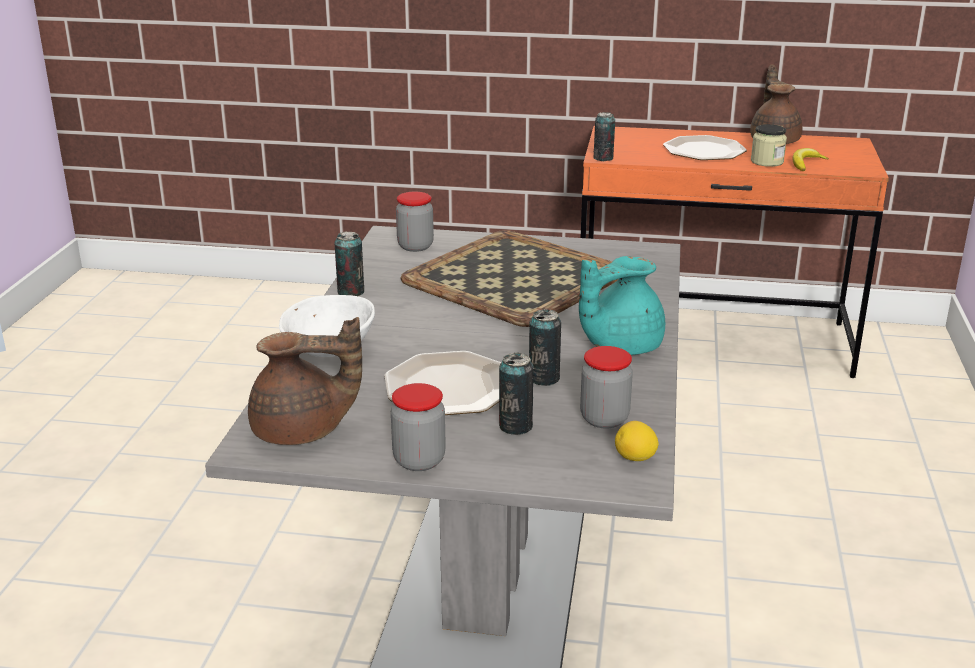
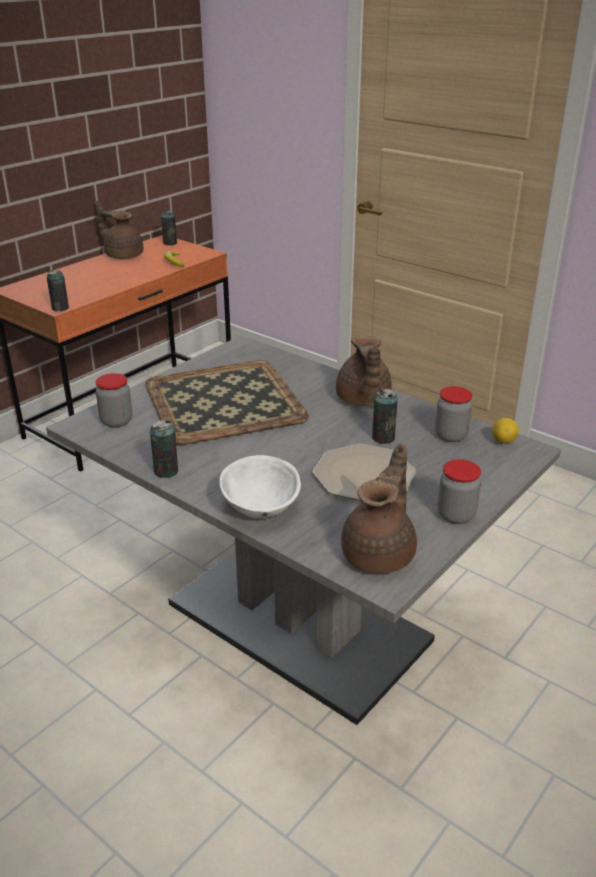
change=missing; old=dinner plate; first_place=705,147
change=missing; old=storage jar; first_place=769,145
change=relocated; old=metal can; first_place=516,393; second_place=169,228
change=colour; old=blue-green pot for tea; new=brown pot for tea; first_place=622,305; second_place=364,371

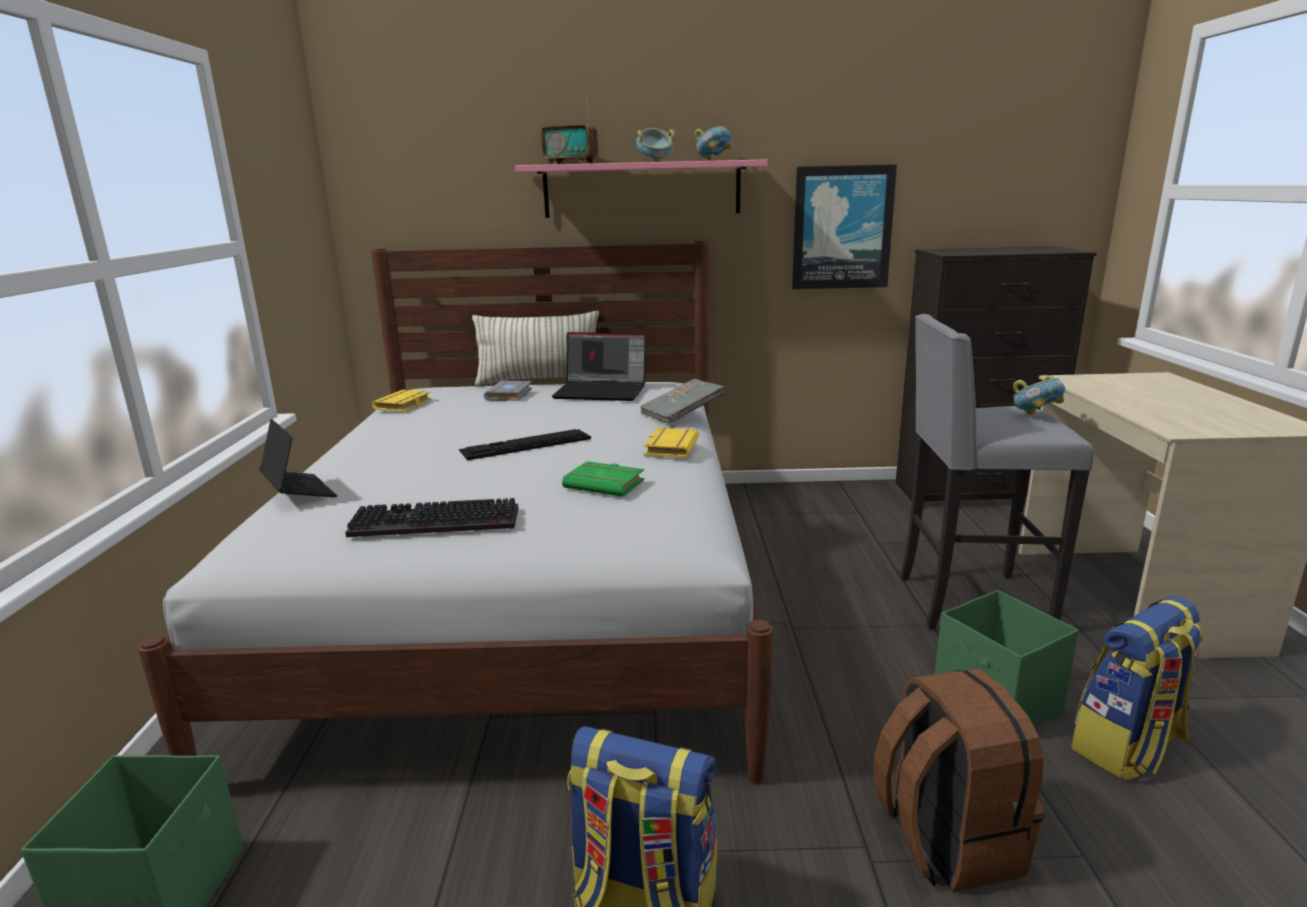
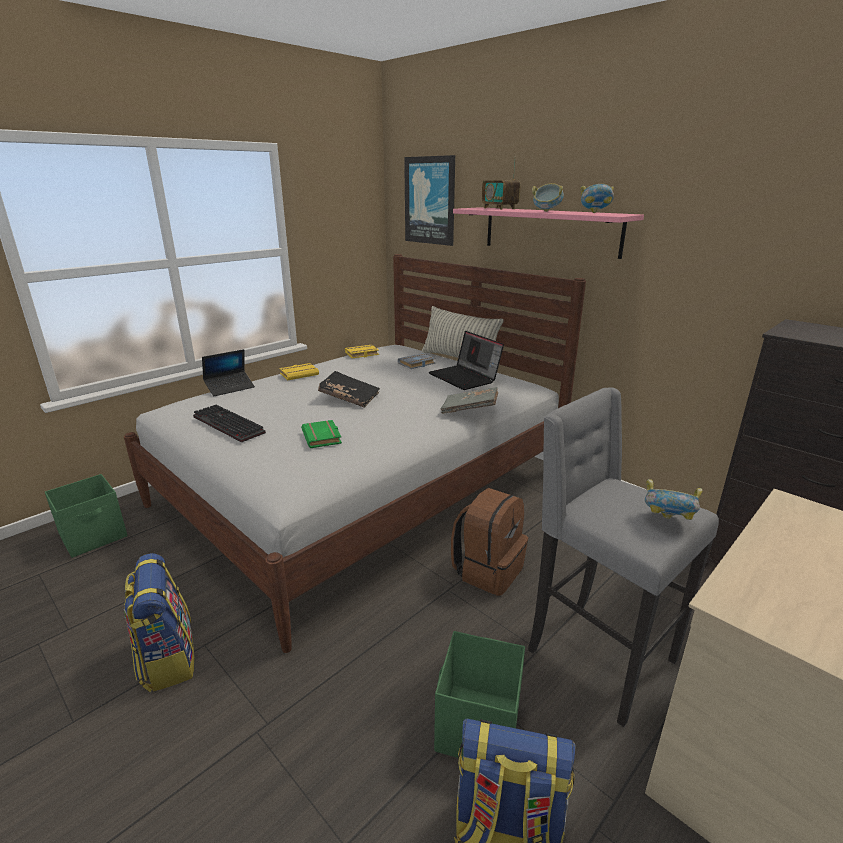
change=relocated; old=yellow book; first_place=671,443; second_place=299,371
change=relocated; old=wall art; first_place=844,226; second_place=429,200
change=relocated; old=brown rucksack; first_place=959,780; second_place=489,542
change=exchanged; old=PC keyboard; new=black-coloured book; first_place=525,444; second_place=349,389
change=spun; old=laptop; first_place=298,458; second_place=228,372; degrees=45

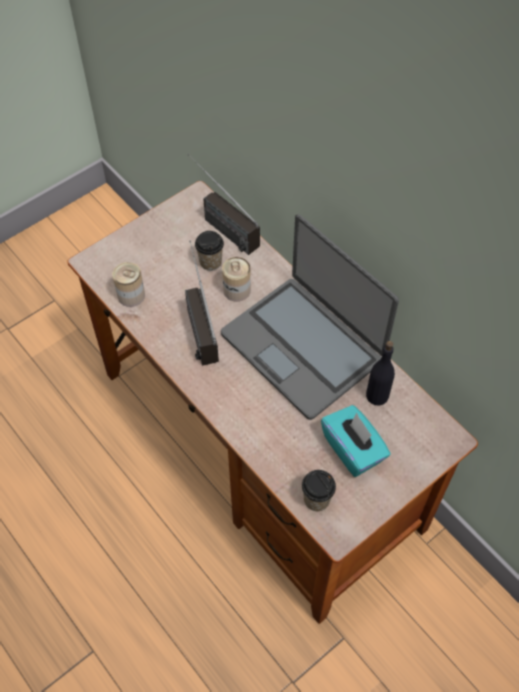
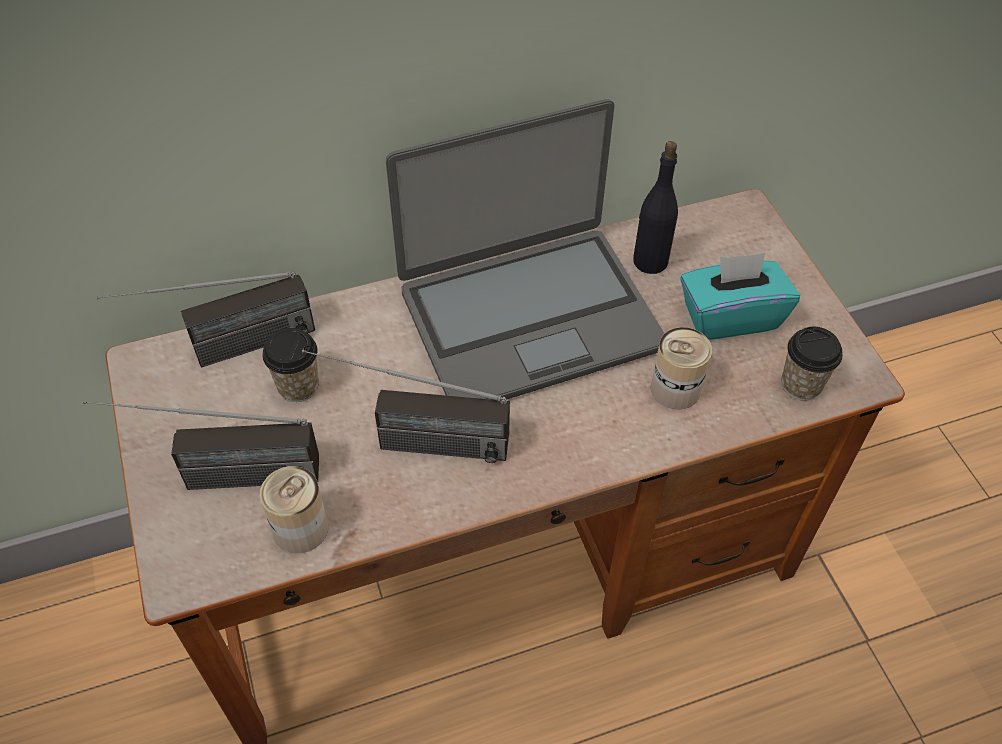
change=appeared; new=radio; second_place=201,445
change=relocated; old=metal can; first_place=236,279; second_place=681,368

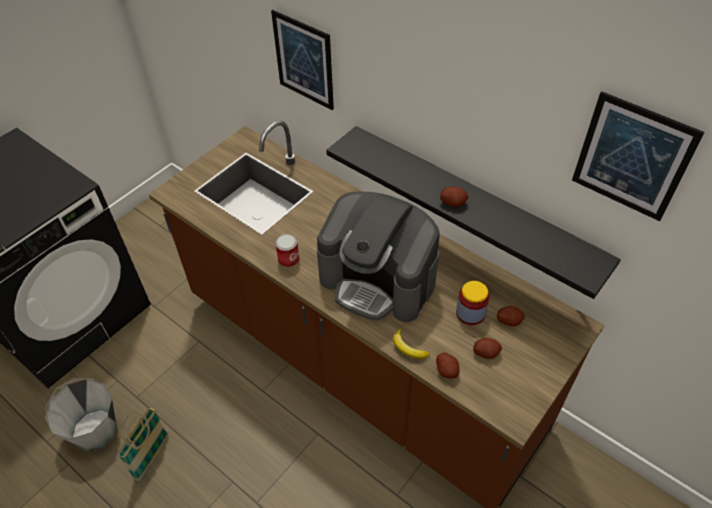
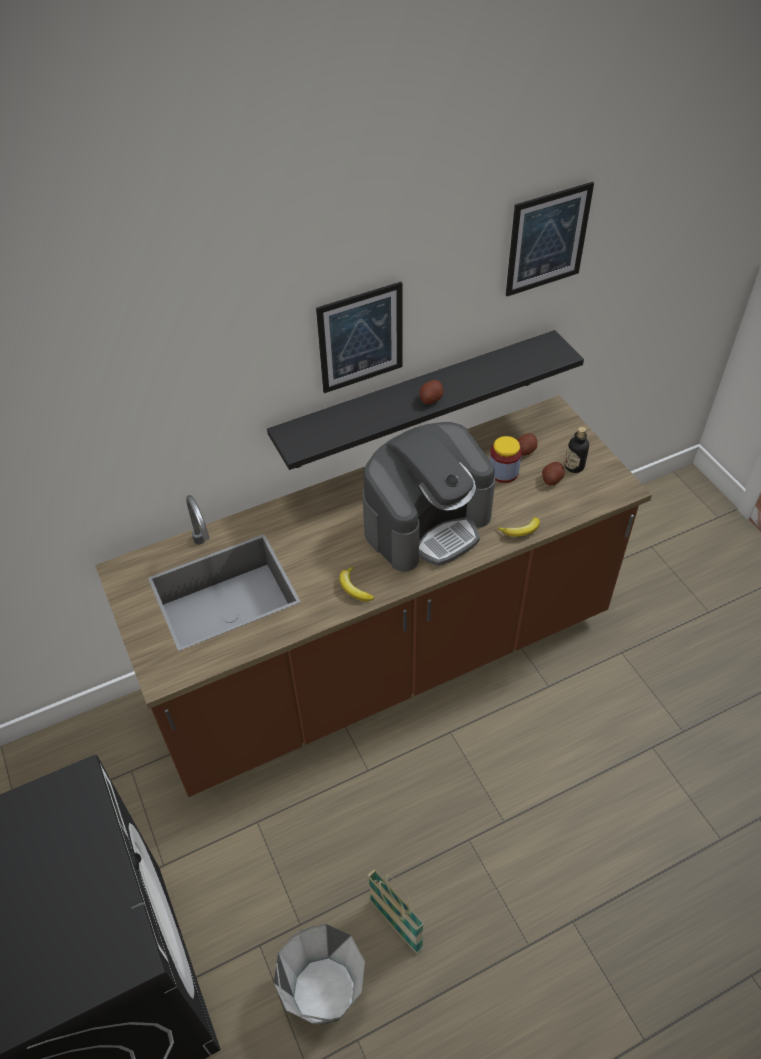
change=missing; old=potato; first_place=448,365
change=appeared; new=drink bottle; second_place=577,450
change=relocated; old=wall art; first_place=302,60; second_place=359,337
change=exchanged; old=metal can; new=whole banana; first_place=287,250; second_place=356,583

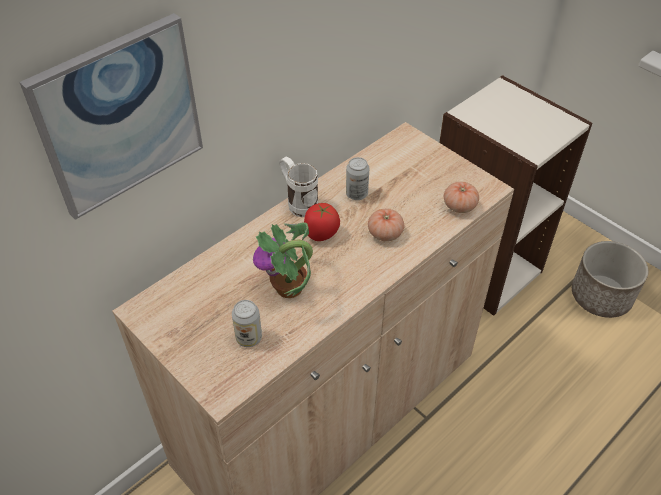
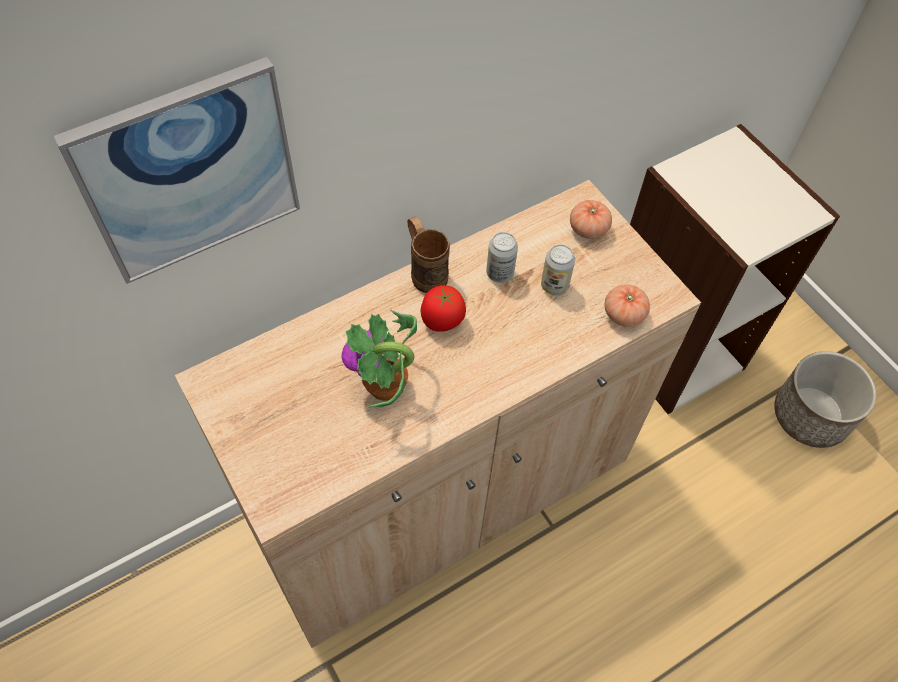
change=relocated; old=metal can; first_place=247,323; second_place=558,269
change=relocated; old=tomato; first_place=386,225; second_place=591,219
change=colour; old=whitish tea mug; new=brown tea mug; first_place=298,187; second_place=428,254

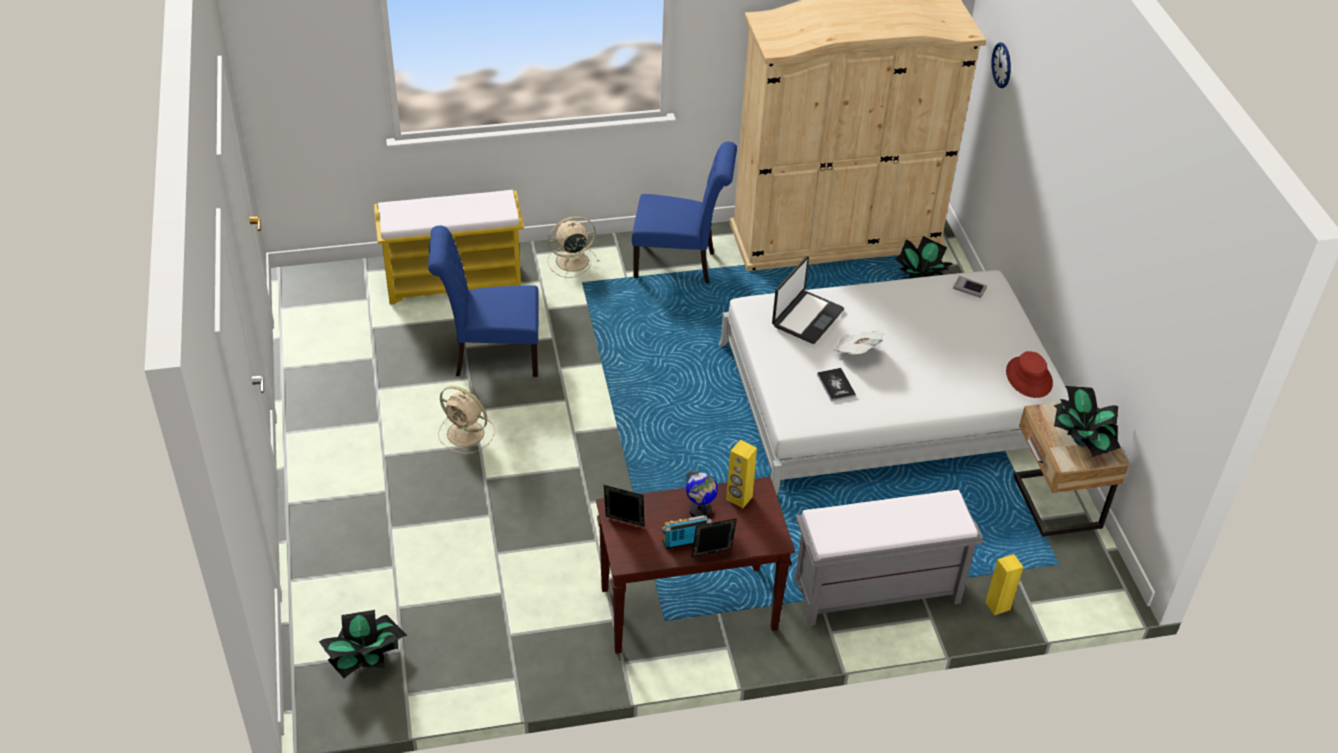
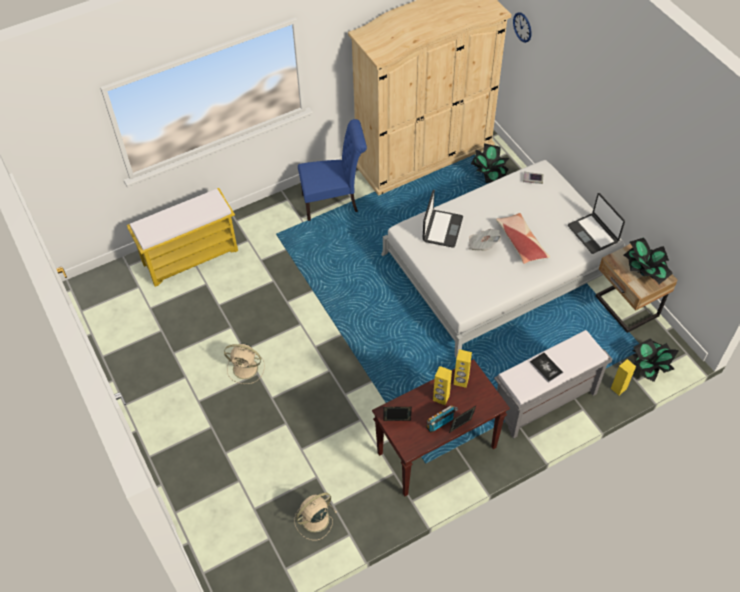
change=missing; old=blue-coloured chair; first_place=483,301
change=appeared; new=cushion; second_place=523,238
change=relocated; old=plant in a pot; first_place=363,644; second_place=655,360
change=relocated; old=beige-coloured electric fan; first_place=573,247; second_place=315,516
change=relocated; old=book; first_place=836,385; second_place=546,367
change=exchanged; old=desk globe; new=yellow loudspeaker; first_place=702,494; second_place=442,385
change=exchanged; old=red wearable hat; new=laptop; first_place=1029,374; second_place=596,223

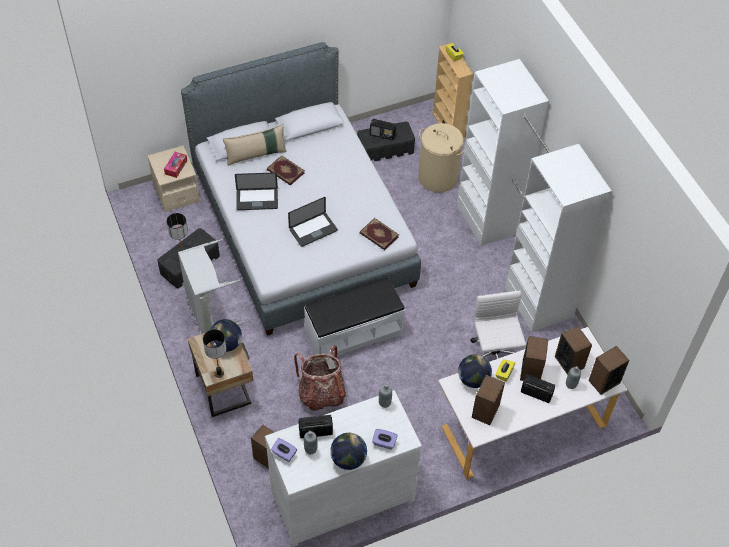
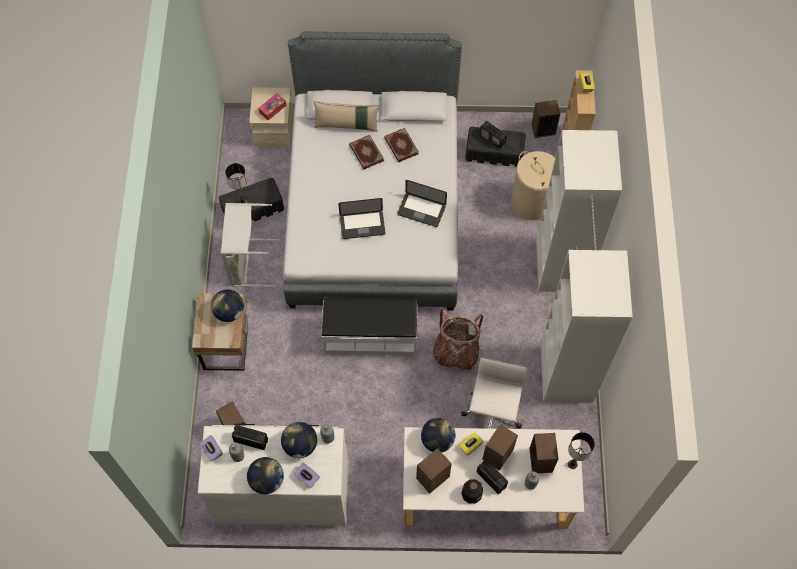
change=appeared; new=desk globe; second_place=299,440
change=appeared; new=drink bottle; second_place=472,491
change=relocated; old=table lamp; first_place=214,353; second_place=581,450
change=relocated; old=laptop; first_place=256,191; second_place=422,203
change=relocated; old=rucksack; first_place=320,378; second_place=458,339
change=relocated; old=book; first_place=379,234; second_place=401,145
change=relocated; old=loudspeaker; first_place=608,370; second_place=545,119

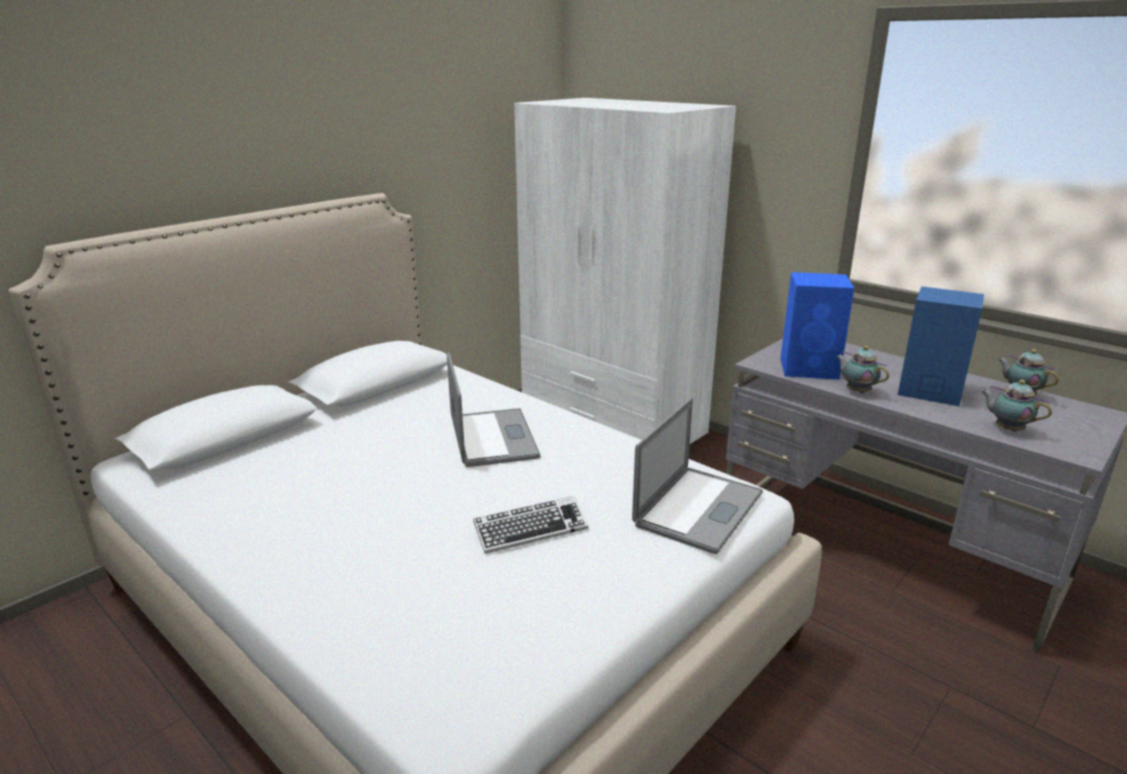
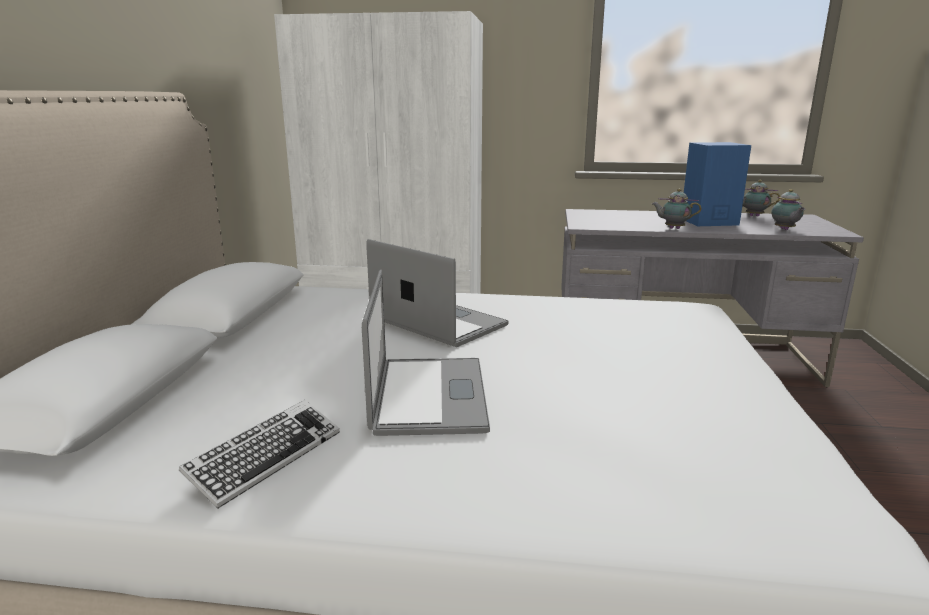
change=missing; old=blue-coloured loudspeaker; first_place=817,326
change=relocated; old=PC keyboard; first_place=530,525; second_place=259,454
change=relocated; old=laptop; first_place=697,475; second_place=426,353
change=spun; old=pot for tea; first_place=1016,406; second_place=788,209; degrees=-105

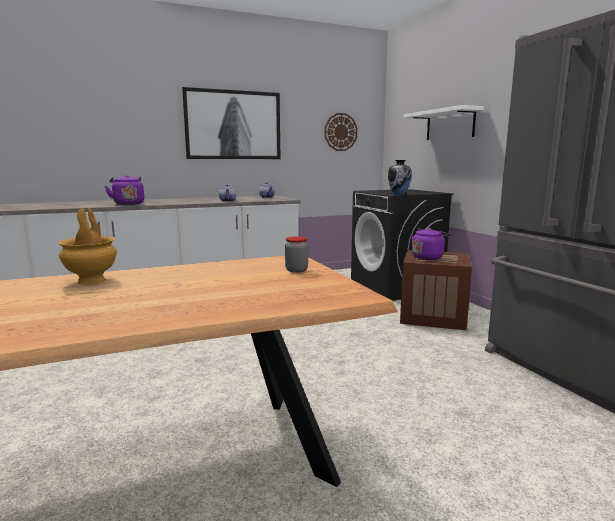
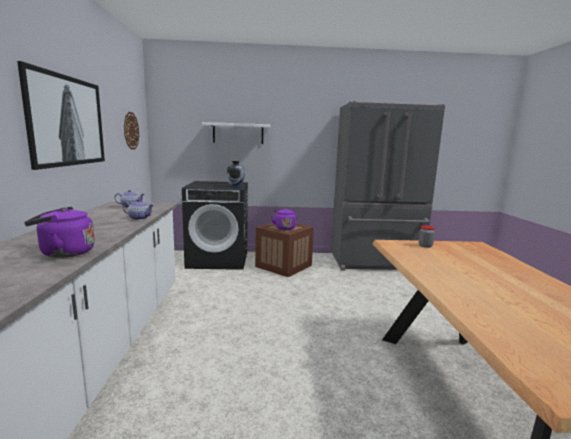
change=missing; old=brown flower vase; first_place=87,246

